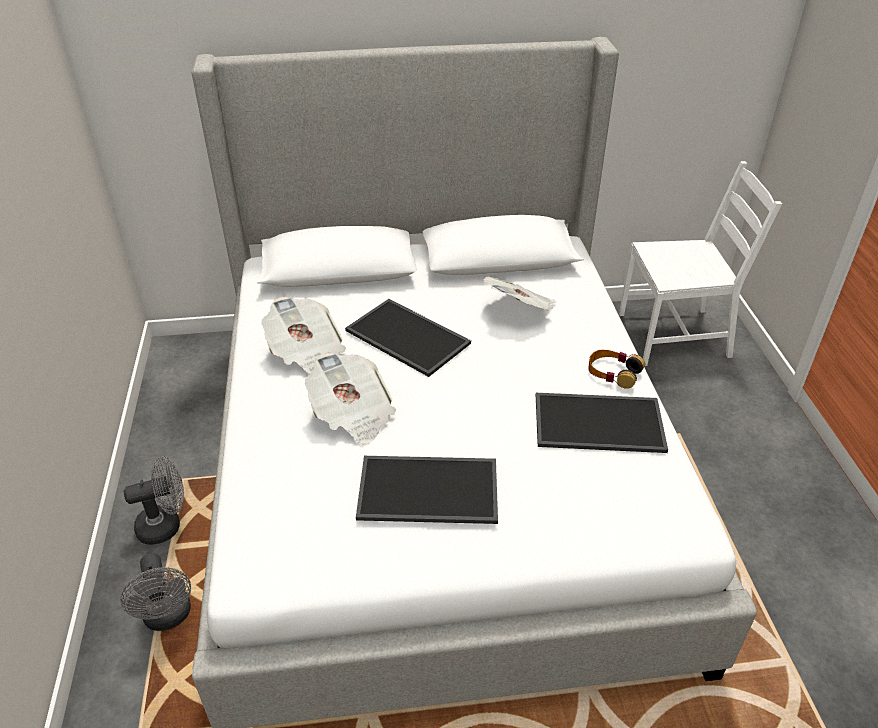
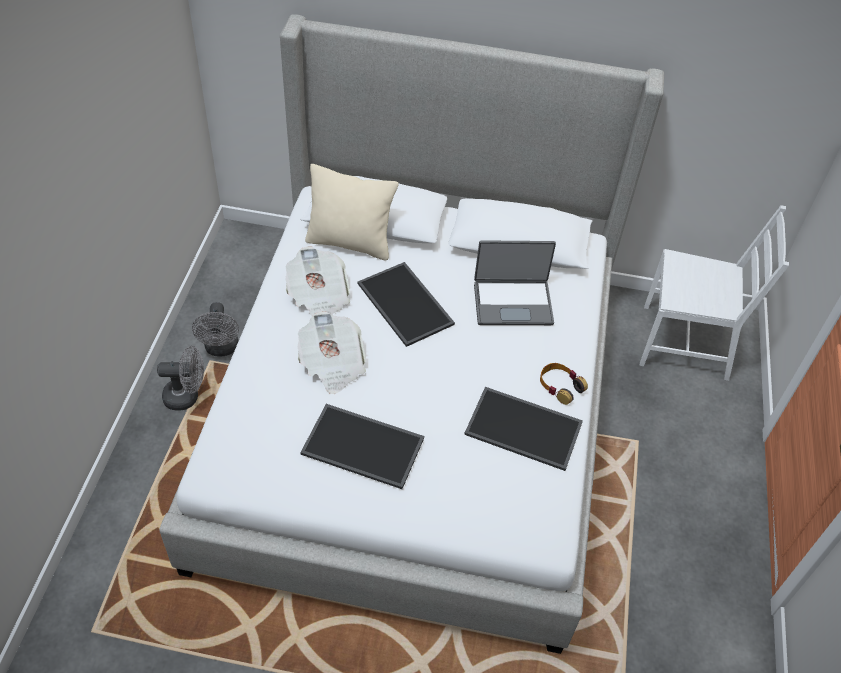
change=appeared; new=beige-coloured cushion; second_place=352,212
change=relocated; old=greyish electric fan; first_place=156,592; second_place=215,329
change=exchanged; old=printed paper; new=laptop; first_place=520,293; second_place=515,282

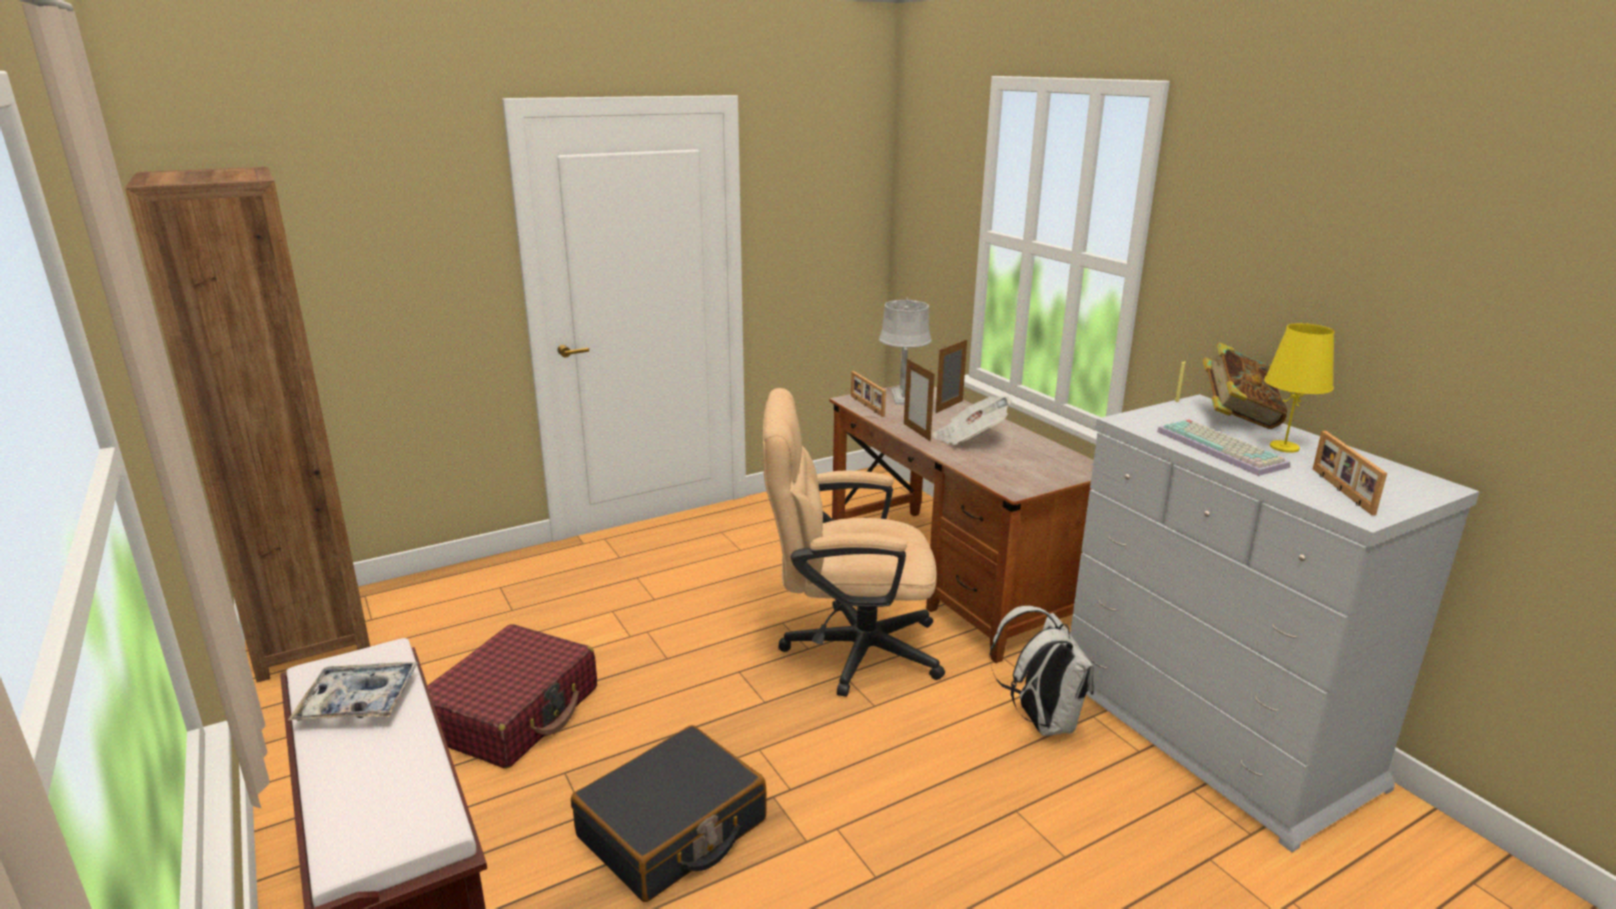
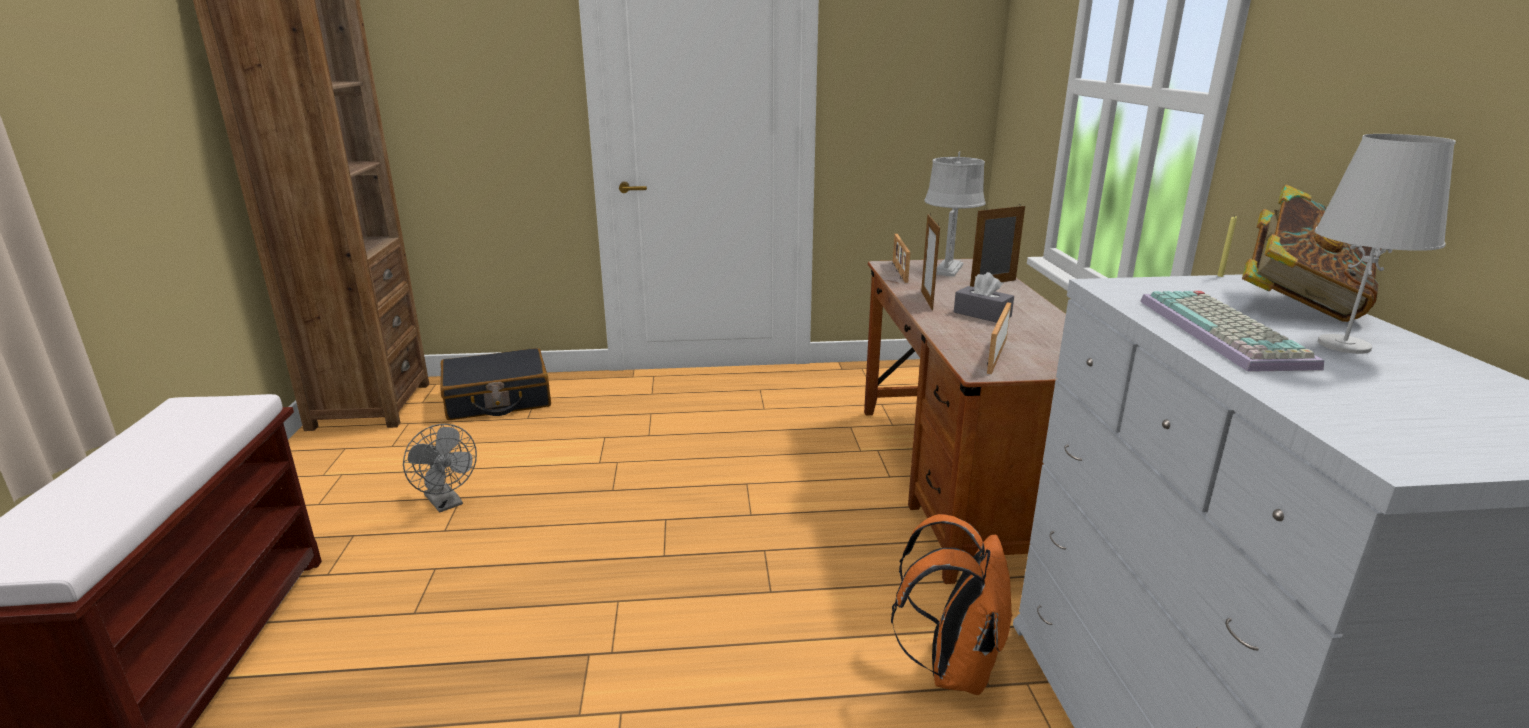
change=missing; old=tray; first_place=353,691
change=missing; old=beige-coloured office chair; first_place=854,542
change=relocated; old=black-coloured piece of luggage; first_place=669,813; second_place=495,384
change=relocated; old=standing frame; first_place=1350,473; second_place=999,338
change=exchanged; old=red piece of luggage; new=greyish electric fan; first_place=512,696; second_place=440,468
change=exchanged; old=printed paper; new=greyish tissue holder; first_place=972,421; second_place=984,297
change=colour; old=whitish rucksack; new=orange rucksack; first_place=1042,671; second_place=952,604
change=colour; old=yellow table lamp; new=whitish table lamp; first_place=1299,388; second_place=1385,244

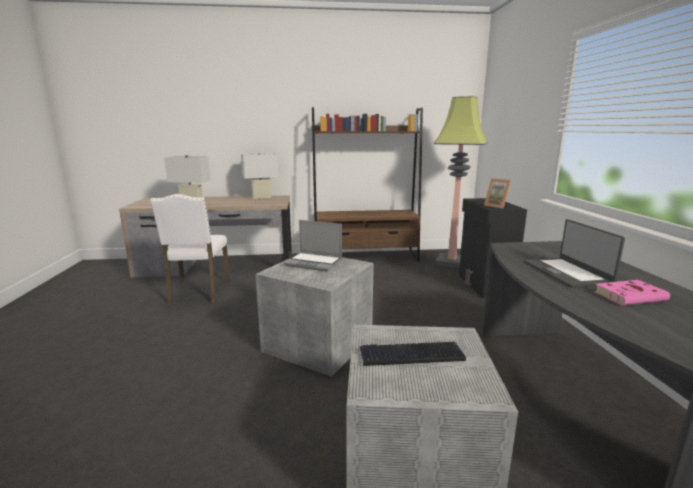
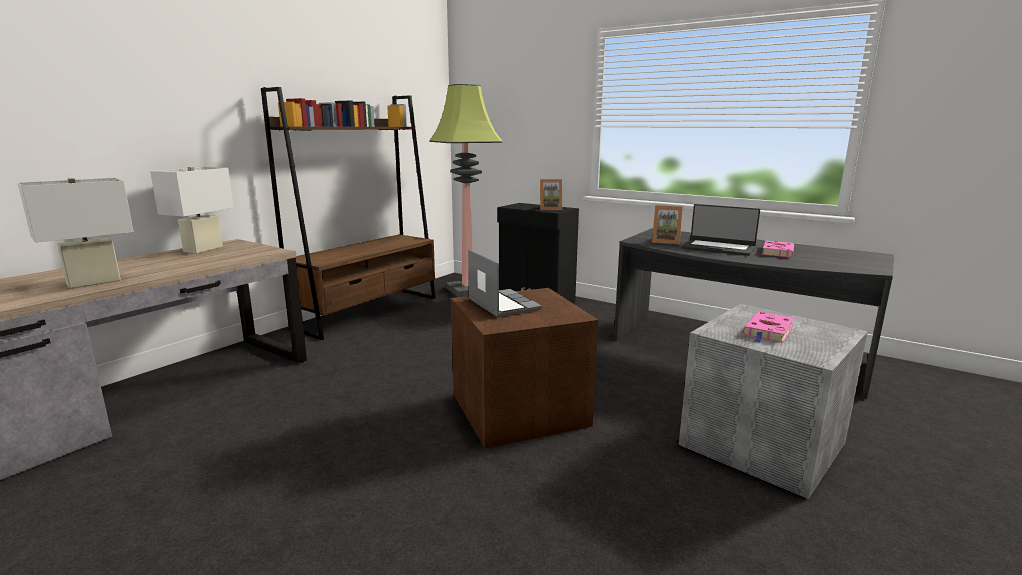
change=missing; old=whitish chair; first_place=190,249
change=appeared; new=standing frame; second_place=667,224
change=exchanged; old=PC keyboard; new=pink book; first_place=412,354; second_place=769,327
change=colour; old=greyish storage box; new=brown storage box; first_place=314,317; second_place=524,368
change=spun; old=laptop; first_place=312,246; second_place=505,283; degrees=-90

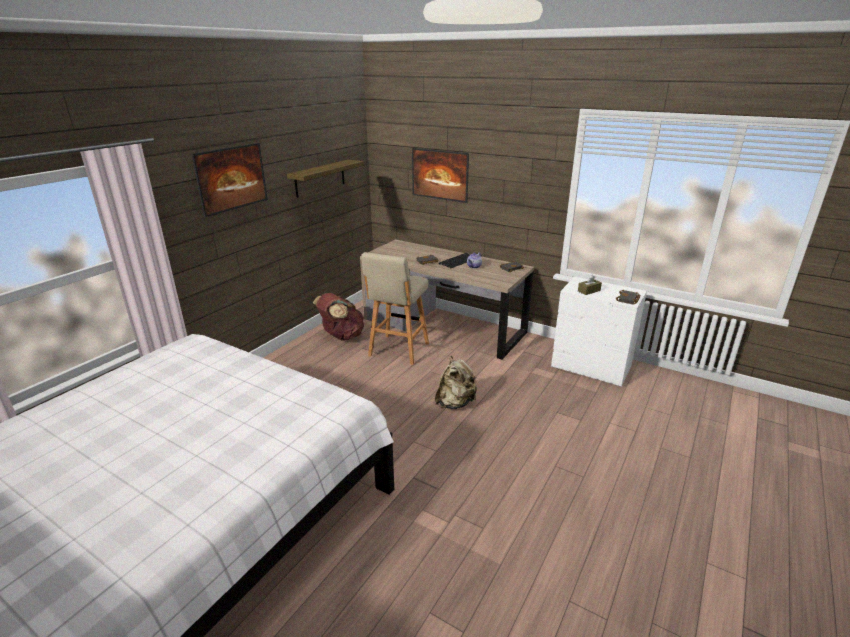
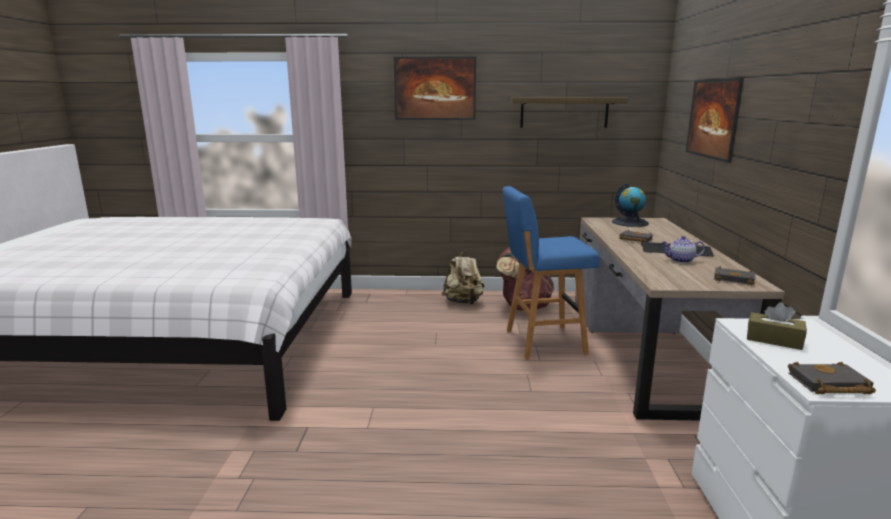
change=appeared; new=desk globe; second_place=630,205
change=relocated; old=beige-coloured rucksack; first_place=456,382; second_place=463,277
change=colour; old=beige-coloured sitting stool; new=blue-coloured sitting stool; first_place=395,308; second_place=551,273

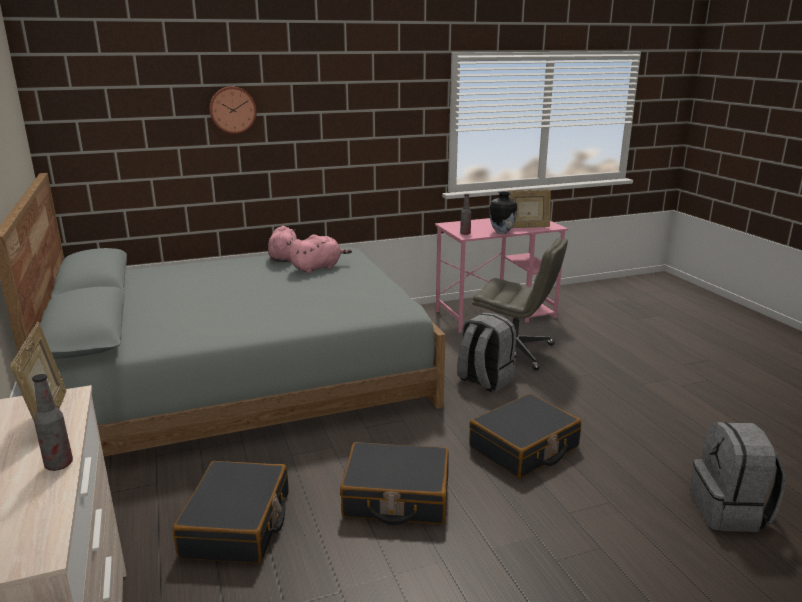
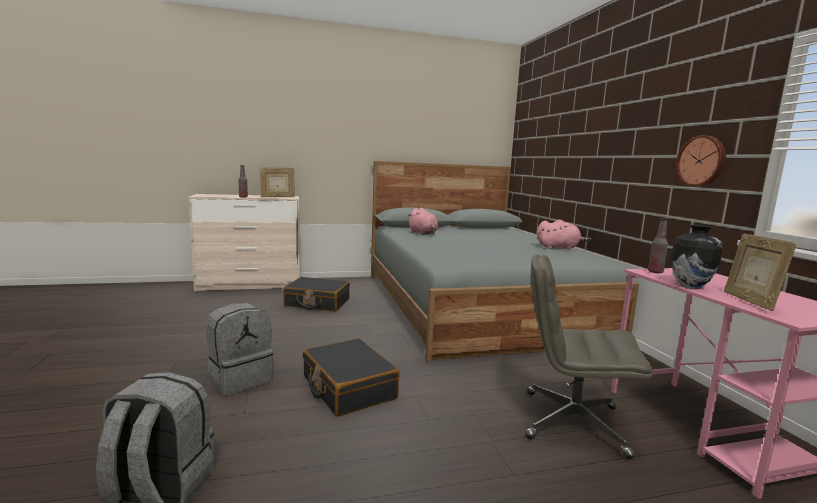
change=missing; old=black-coloured piece of luggage; first_place=394,483
change=relocated; old=wall clock; first_place=233,110; second_place=701,161
change=relocated; old=pink plush toy; first_place=320,254; second_place=423,221
change=relocated; old=greyish rucksack; first_place=486,352; second_place=239,349
change=spun; old=greyish office chair; first_place=520,303; second_place=588,357; degrees=75

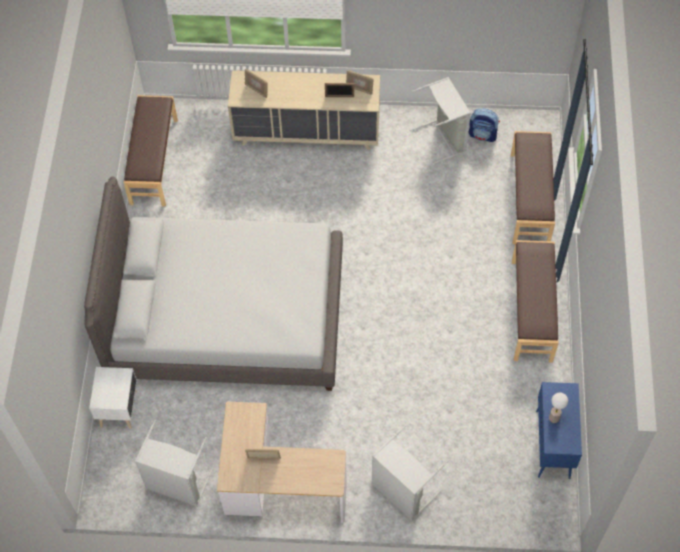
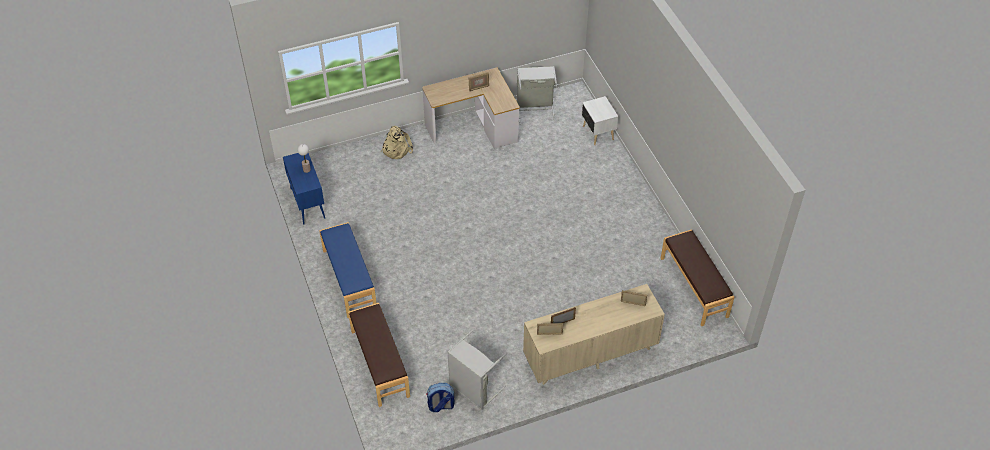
change=missing; old=greyish bed; first_place=213,283
change=exchanged; old=greyish washing basket; new=beige-coloured rucksack; first_place=409,473; second_place=397,142
change=colour; old=brown indoor bench; new=blue-coloured indoor bench; first_place=535,301; second_place=347,270

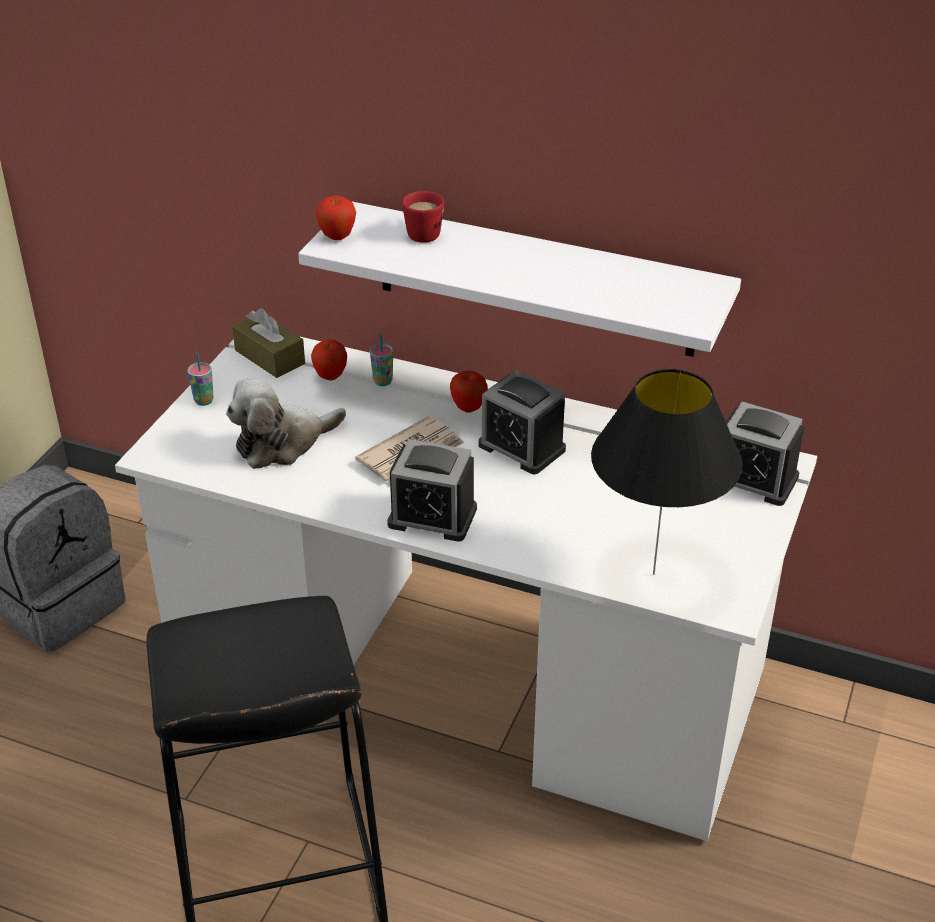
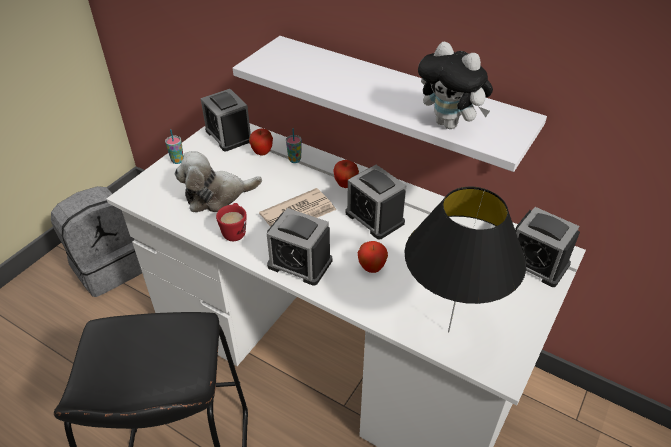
change=appeared; new=plush toy; second_place=455,85
change=relocated; old=apple; first_place=336,218; second_place=373,257
change=relocated; old=red tea mug; first_place=423,217; second_place=231,222
change=exchanged; old=brown tissue holder; new=bedside clock; first_place=268,343; second_place=226,120

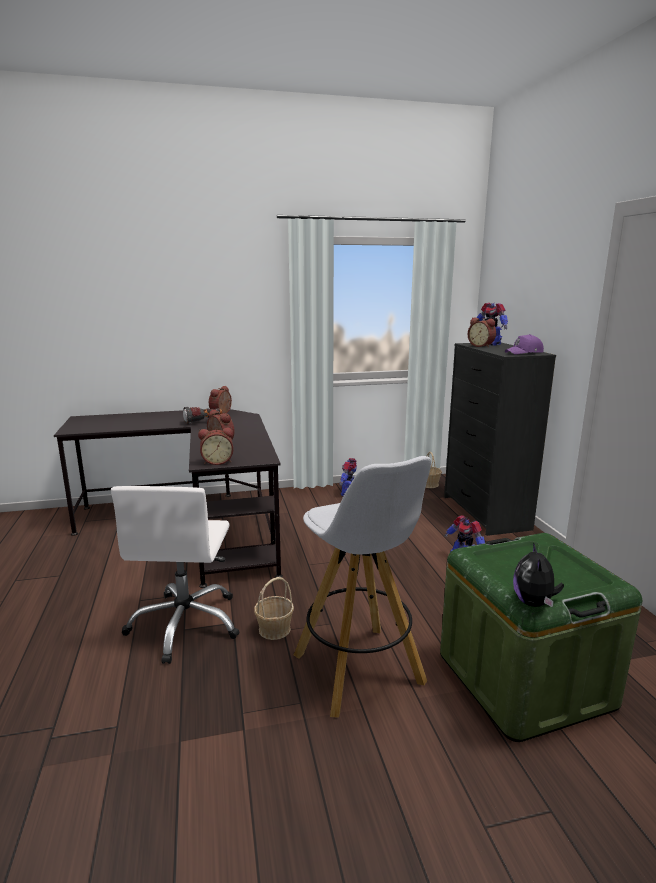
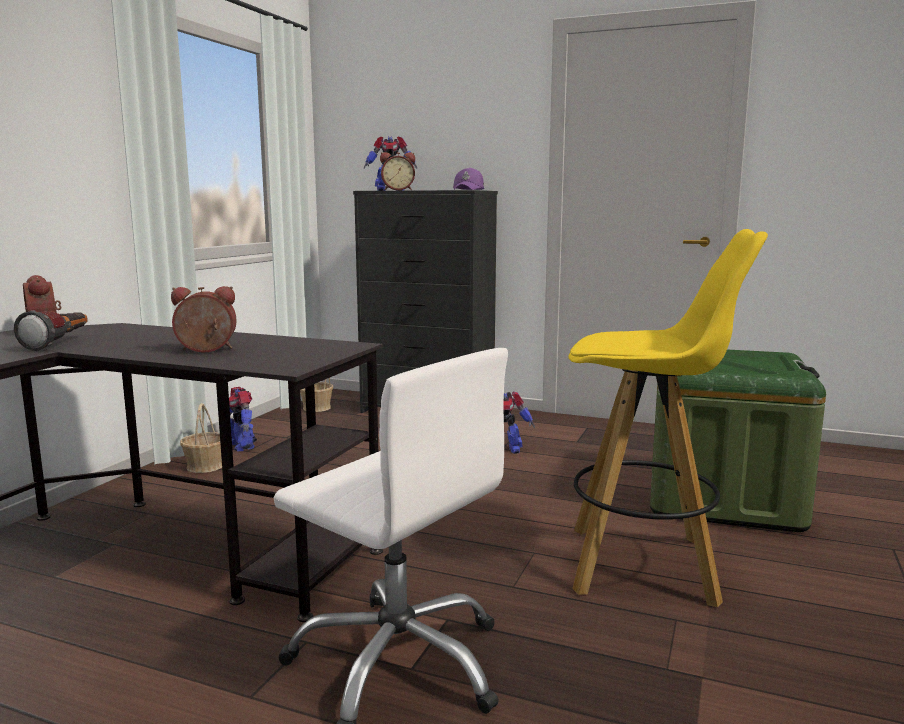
change=missing; old=bedside clock; first_place=215,446
change=missing; old=plush toy; first_place=538,574
change=relocated; old=basket; first_place=274,608; second_place=201,438
change=colour; old=whitish sitting stool; new=yellow sitting stool; first_place=362,587; second_place=668,418

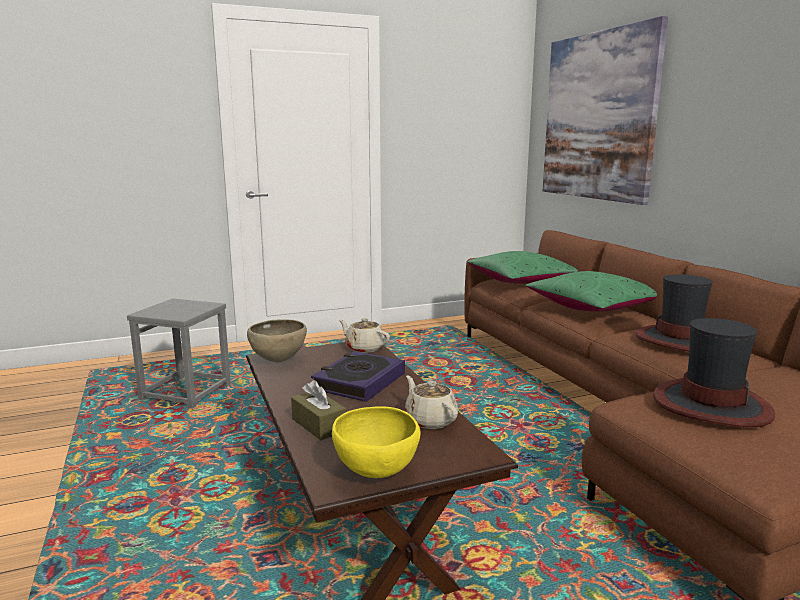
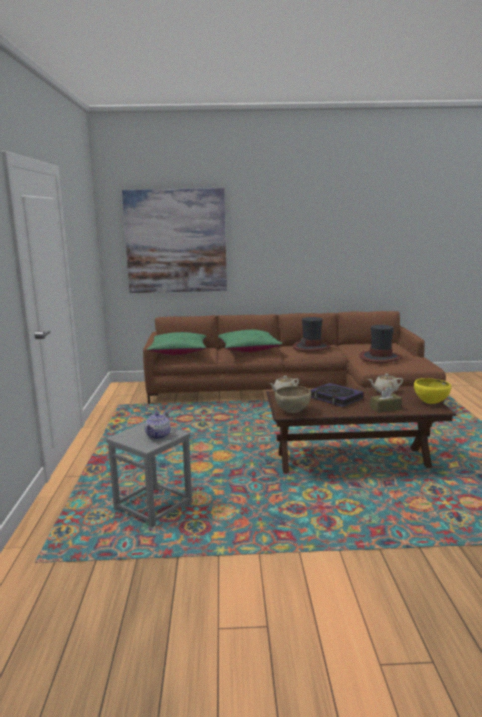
change=appeared; new=pot for tea; second_place=158,425

